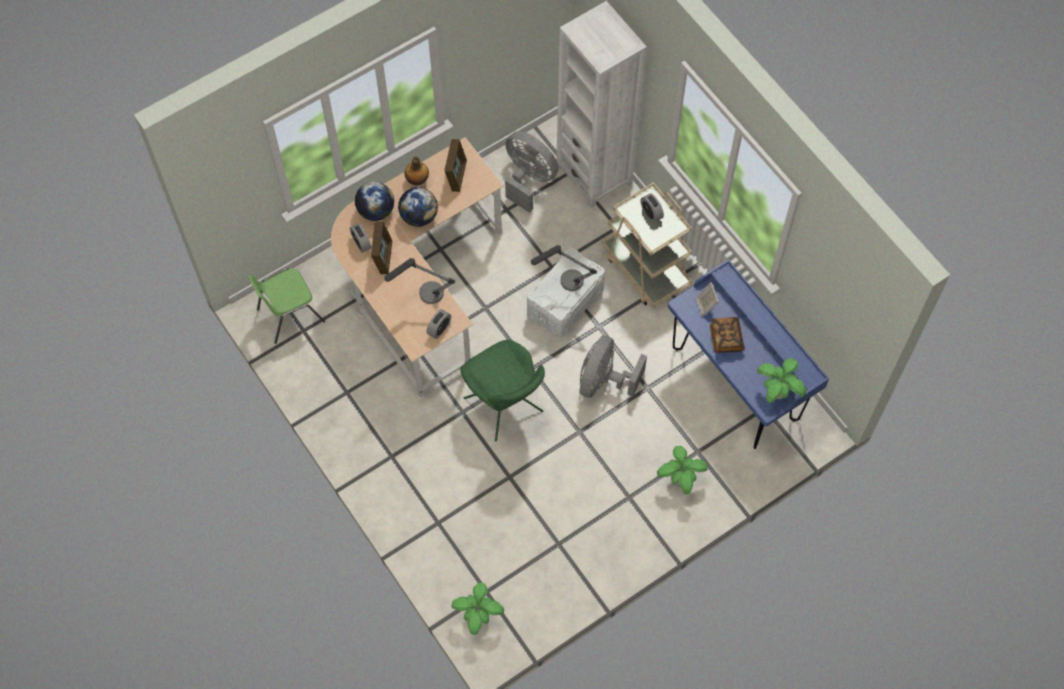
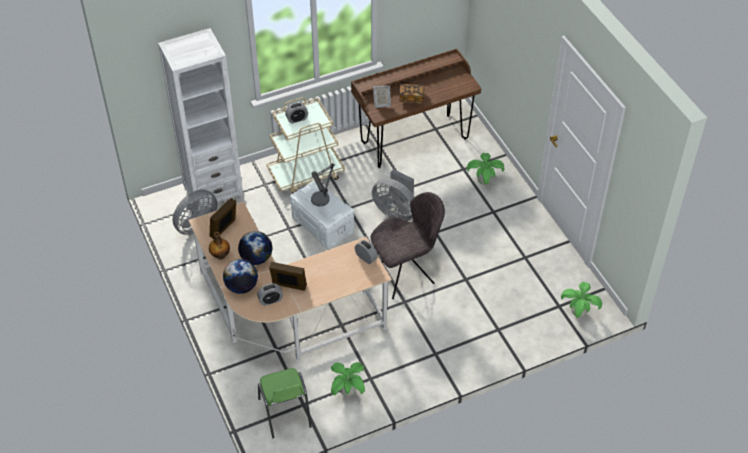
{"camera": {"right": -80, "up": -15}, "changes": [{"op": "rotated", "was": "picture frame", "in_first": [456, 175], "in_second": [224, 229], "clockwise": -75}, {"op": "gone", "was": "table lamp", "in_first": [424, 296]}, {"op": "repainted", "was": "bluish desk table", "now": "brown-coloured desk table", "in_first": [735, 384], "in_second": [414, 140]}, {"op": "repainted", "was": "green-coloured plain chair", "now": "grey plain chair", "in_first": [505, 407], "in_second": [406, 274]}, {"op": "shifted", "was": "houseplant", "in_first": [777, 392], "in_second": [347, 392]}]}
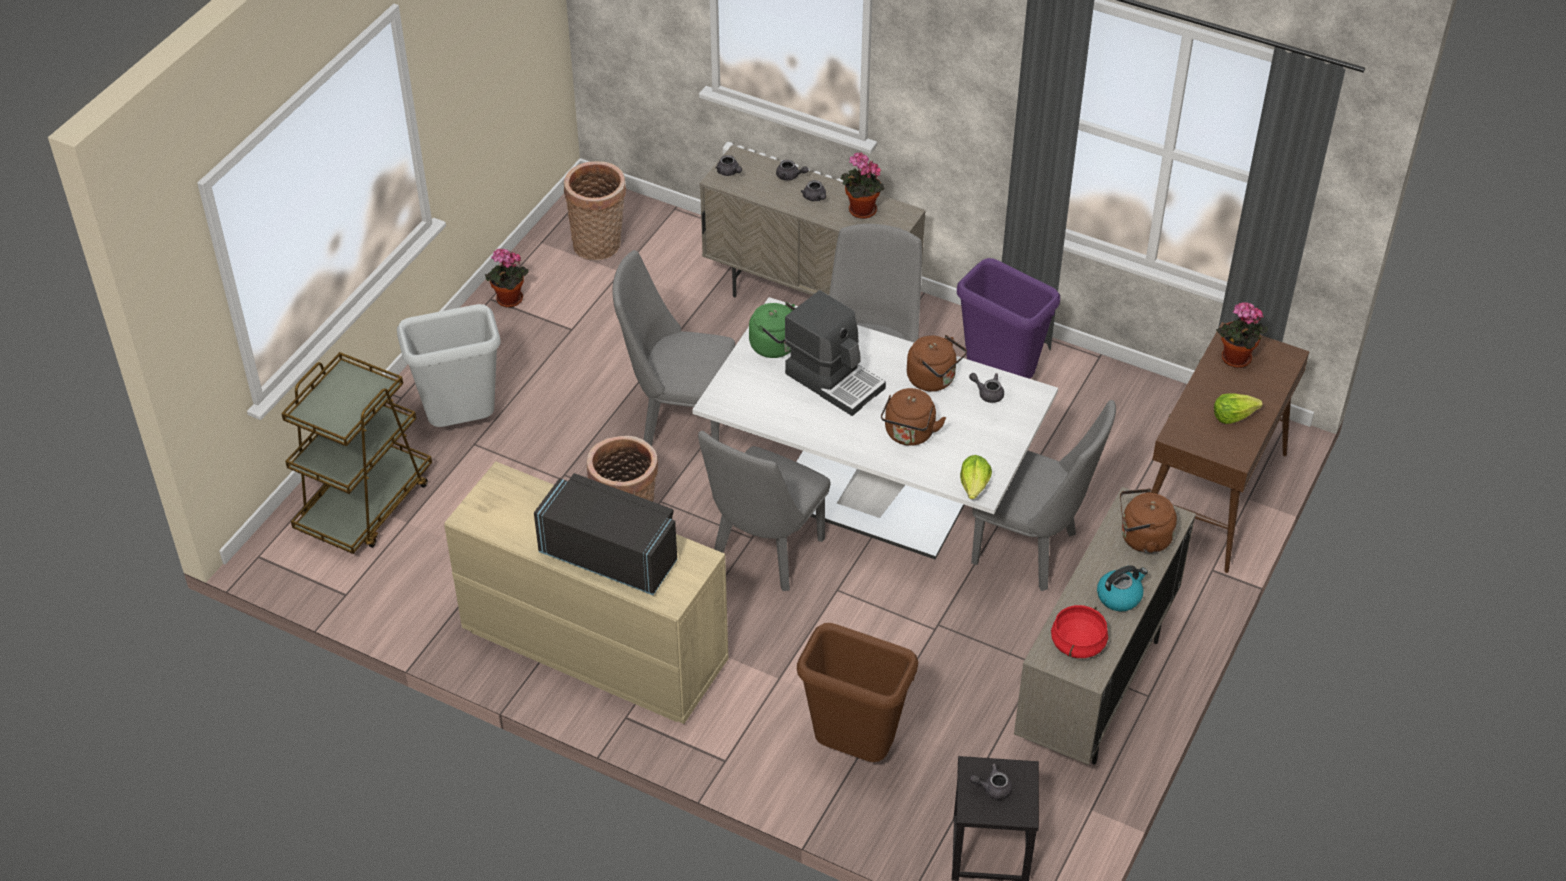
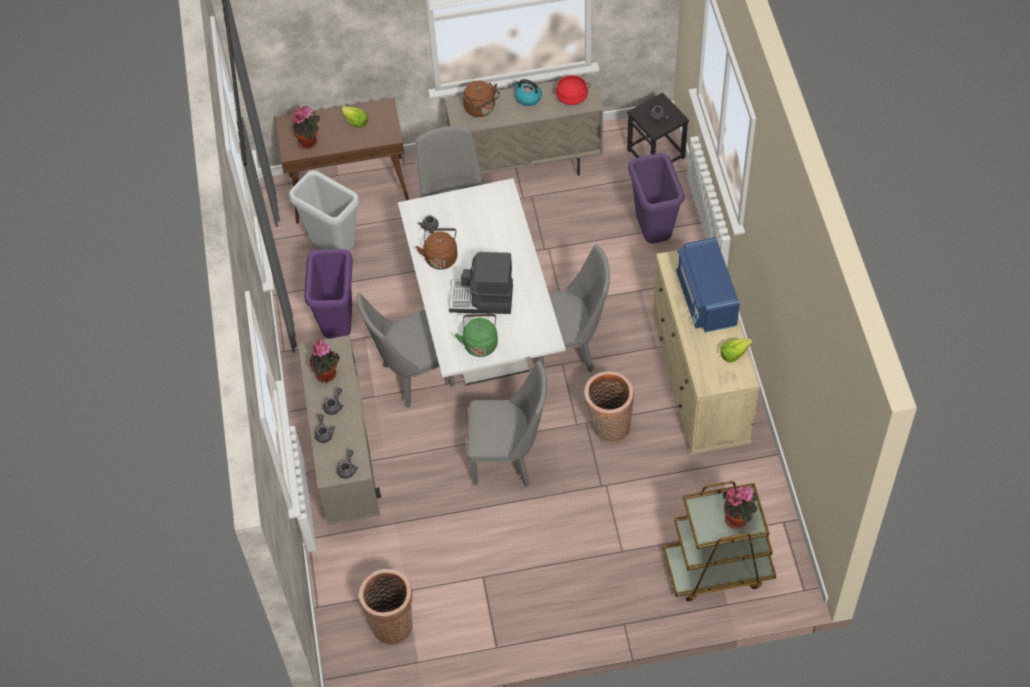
{"camera": {"right": -125, "up": 10}, "changes": [{"op": "shifted", "was": "houseplant", "in_first": [508, 301], "in_second": [738, 518]}, {"op": "rotated", "was": "grey plain chair", "in_first": [678, 422], "in_second": [509, 459], "clockwise": -60}, {"op": "rotated", "was": "coffee machine", "in_first": [834, 380], "in_second": [482, 299], "clockwise": -90}, {"op": "shifted", "was": "grey rubbish bin", "in_first": [462, 423], "in_second": [333, 249]}, {"op": "gone", "was": "brown-coloured kettle", "in_first": [909, 434]}, {"op": "shifted", "was": "lettuce head", "in_first": [974, 486], "in_second": [734, 353]}, {"op": "repainted", "was": "black microwave", "now": "bluish microwave", "in_first": [610, 556], "in_second": [706, 298]}, {"op": "repainted", "was": "brown-coloured rubbish bin", "now": "purple-coloured rubbish bin", "in_first": [855, 750], "in_second": [652, 233]}]}
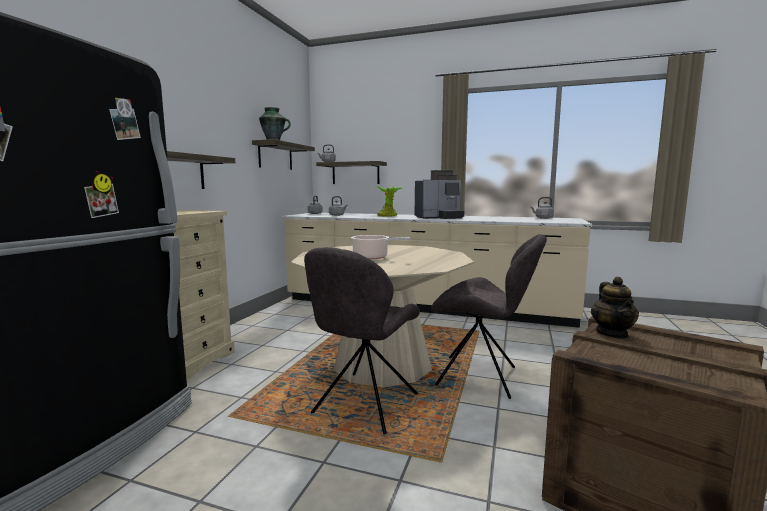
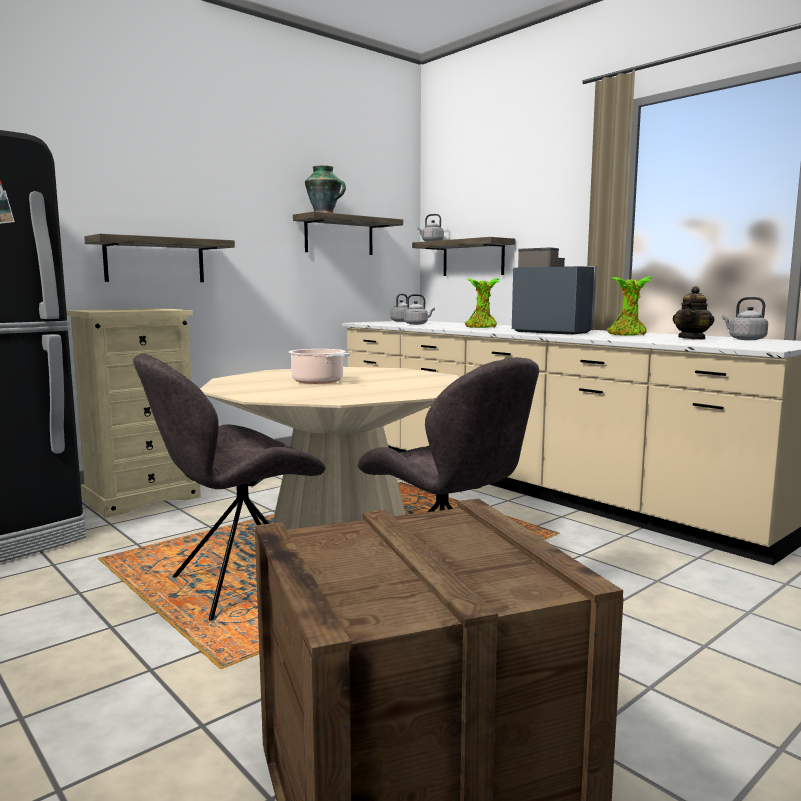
{"camera": {"right": 30, "up": 0}, "changes": [{"op": "rotated", "was": "coffee machine", "in_first": [439, 217], "in_second": [551, 332], "clockwise": -150}, {"op": "shifted", "was": "tea pot", "in_first": [612, 333], "in_second": [692, 338]}, {"op": "new", "now": "houseplant", "in_second": [628, 335]}]}
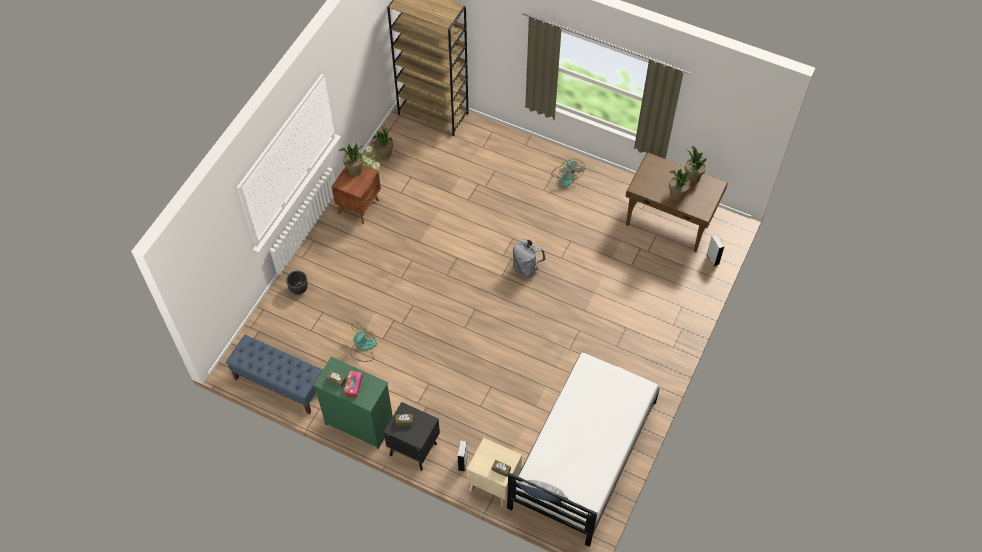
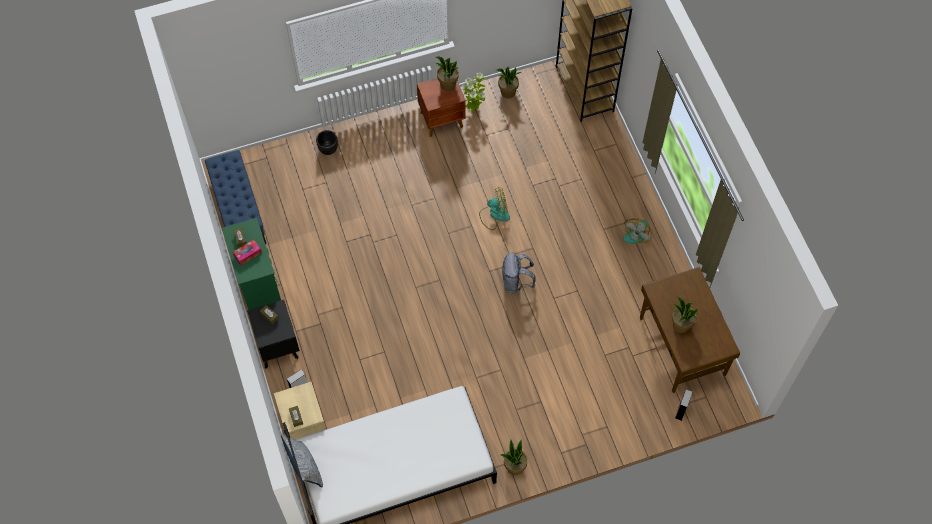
{"camera": {"right": 45, "up": 5}, "changes": [{"op": "shifted", "was": "houseplant", "in_first": [692, 178], "in_second": [514, 467]}, {"op": "shifted", "was": "electric fan", "in_first": [363, 347], "in_second": [494, 214]}]}
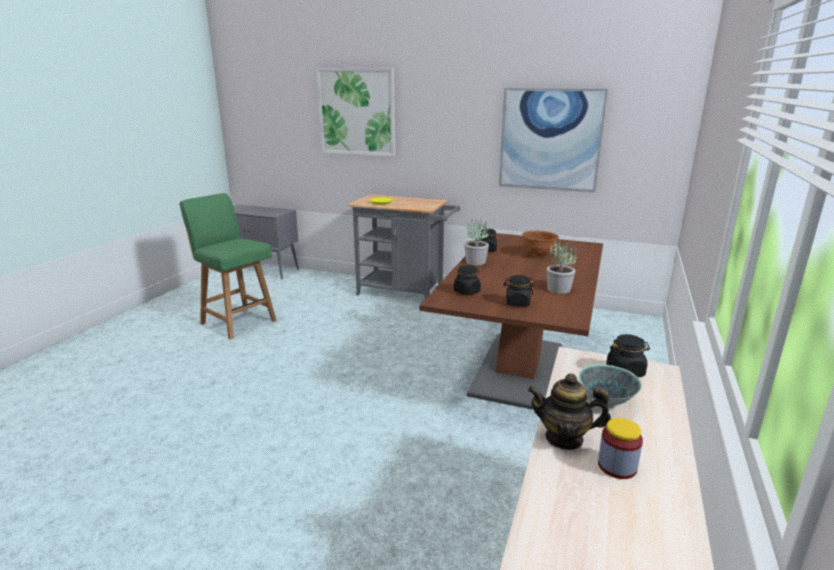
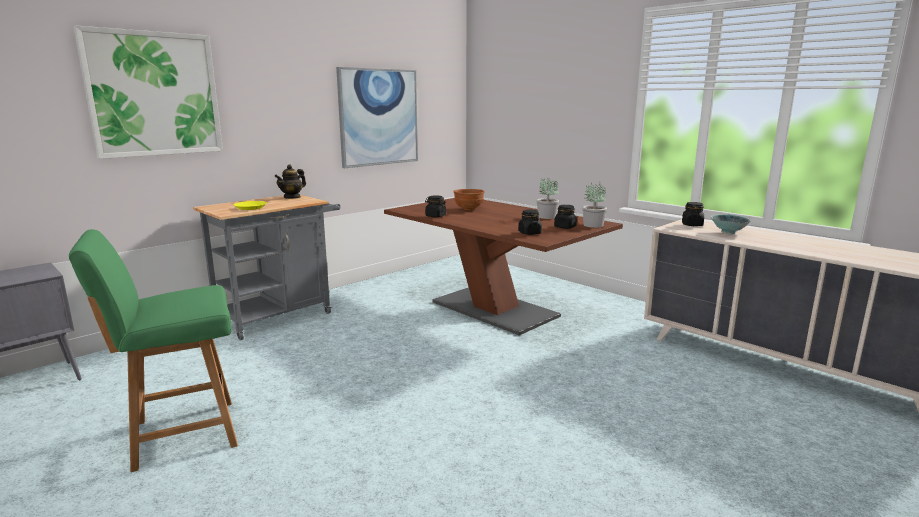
{"camera": {"right": -65, "up": -5}, "changes": [{"op": "shifted", "was": "houseplant", "in_first": [476, 261], "in_second": [593, 225]}, {"op": "shifted", "was": "tea pot", "in_first": [564, 438], "in_second": [292, 197]}, {"op": "gone", "was": "jar", "in_first": [617, 466]}]}
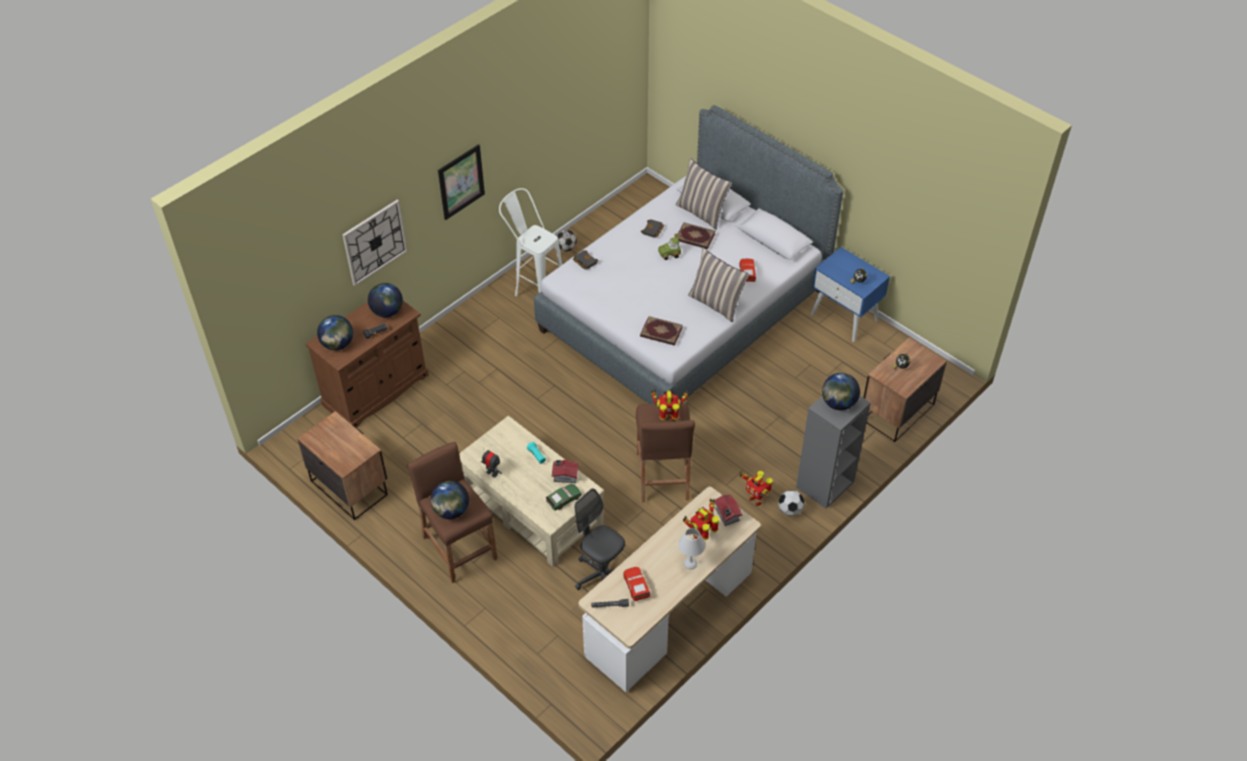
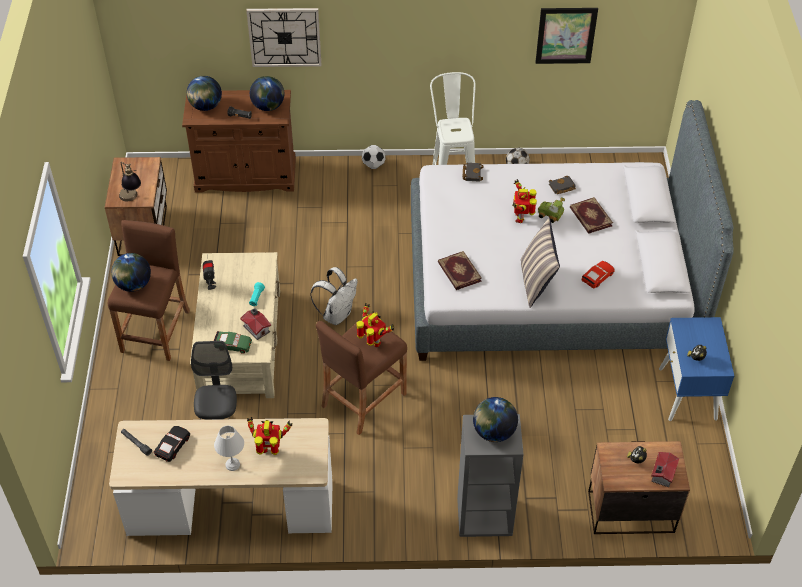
{"camera": {"right": 45, "up": 0}, "changes": [{"op": "shifted", "was": "wall picture", "in_first": [461, 182], "in_second": [566, 35]}, {"op": "gone", "was": "pillow", "in_first": [702, 213]}, {"op": "shifted", "was": "robot figure", "in_first": [756, 499], "in_second": [520, 217]}, {"op": "shifted", "was": "football", "in_first": [790, 510], "in_second": [373, 165]}, {"op": "shifted", "was": "model house", "in_first": [726, 515], "in_second": [662, 474]}, {"op": "repainted", "was": "red toy car", "now": "black toy car", "in_first": [636, 586], "in_second": [172, 446]}, {"op": "new", "now": "table lamp", "in_second": [132, 199]}, {"op": "new", "now": "whitish rucksack", "in_second": [337, 314]}]}
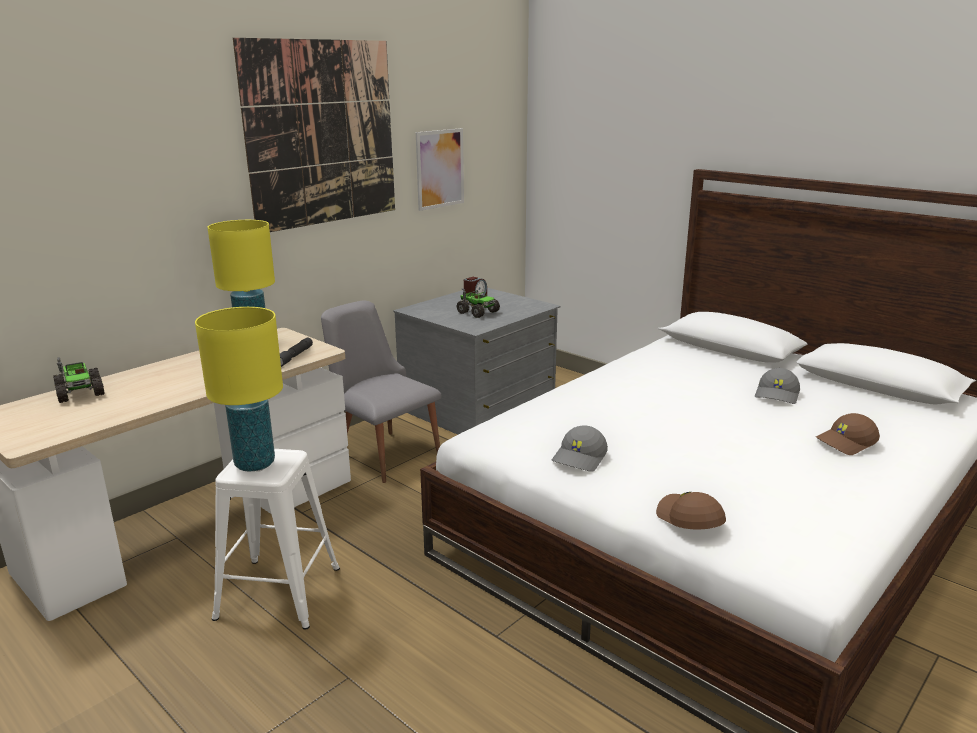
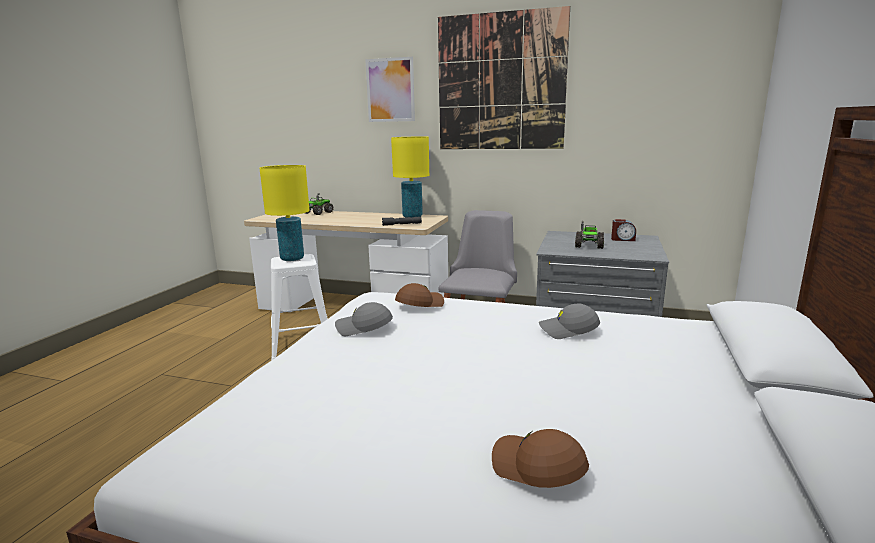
{"camera": {"right": 65, "up": -5}, "changes": [{"op": "shifted", "was": "wall picture", "in_first": [440, 169], "in_second": [390, 90]}, {"op": "shifted", "was": "grey cap", "in_first": [778, 395], "in_second": [568, 330]}, {"op": "shifted", "was": "brown-coloured cap", "in_first": [688, 520], "in_second": [419, 304]}]}
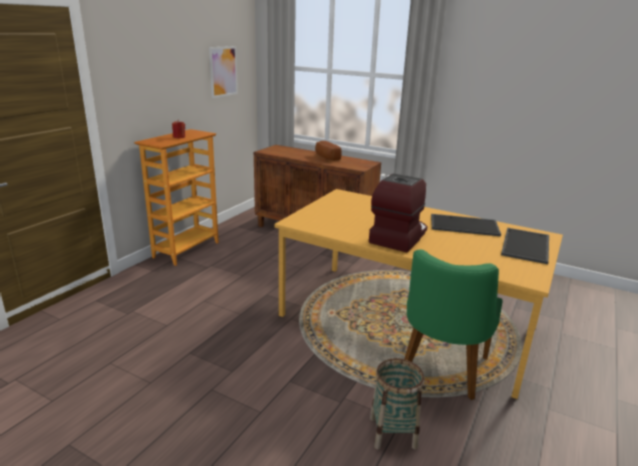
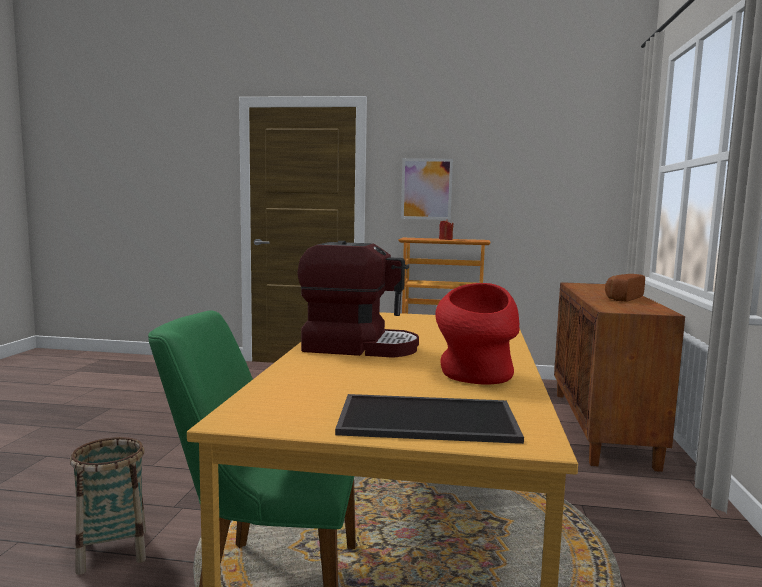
{"camera": {"right": 70, "up": -15}, "changes": [{"op": "shifted", "was": "wall picture", "in_first": [223, 71], "in_second": [426, 189]}, {"op": "swapped", "was": "tray", "now": "red vase", "in_first": [464, 225], "in_second": [476, 377]}]}
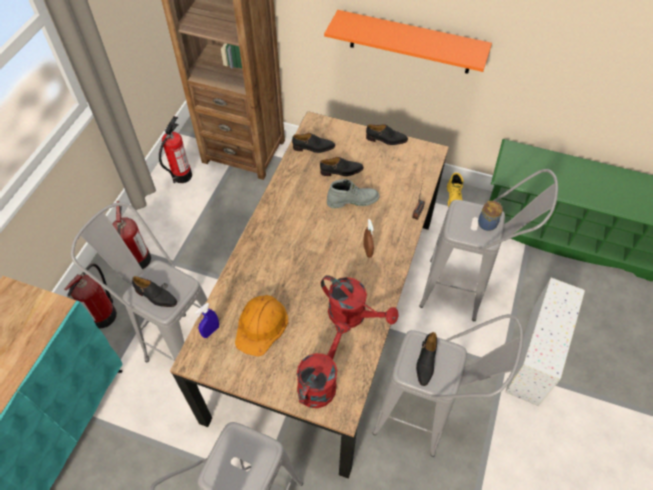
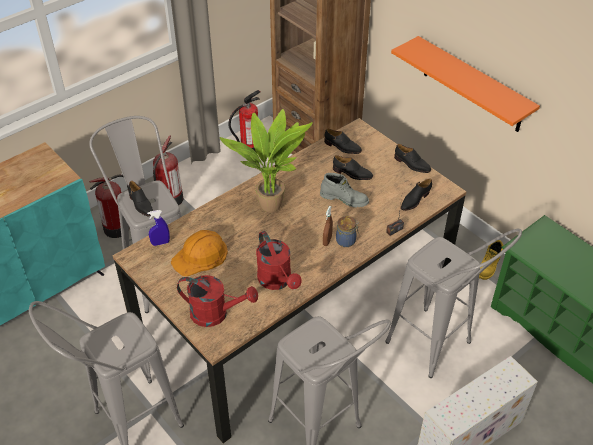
{"camera": {"right": 30, "up": -10}, "changes": [{"op": "shifted", "was": "jar", "in_first": [488, 223], "in_second": [346, 241]}, {"op": "rotated", "was": "red watering pot", "in_first": [320, 381], "in_second": [216, 314], "clockwise": 45}, {"op": "shifted", "was": "black item of footwear", "in_first": [425, 362], "in_second": [415, 200]}, {"op": "new", "now": "houseplant", "in_second": [272, 204]}]}
